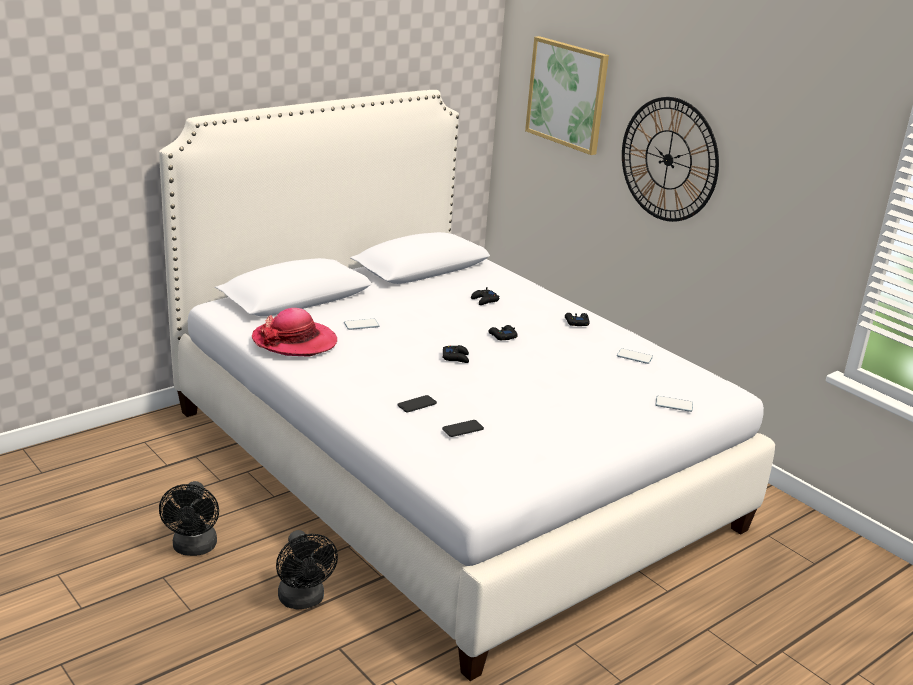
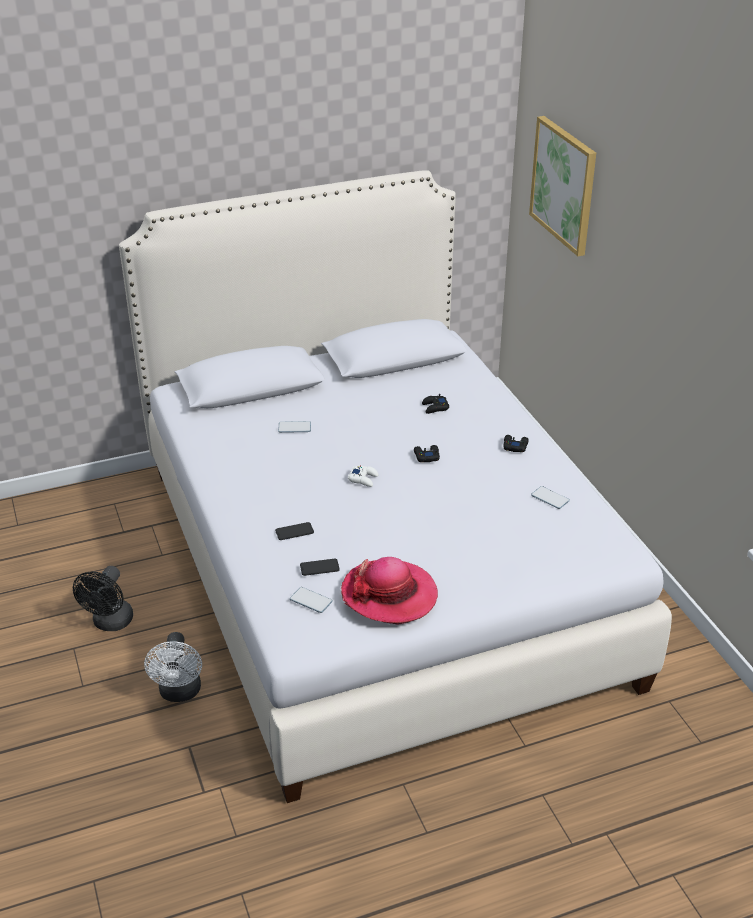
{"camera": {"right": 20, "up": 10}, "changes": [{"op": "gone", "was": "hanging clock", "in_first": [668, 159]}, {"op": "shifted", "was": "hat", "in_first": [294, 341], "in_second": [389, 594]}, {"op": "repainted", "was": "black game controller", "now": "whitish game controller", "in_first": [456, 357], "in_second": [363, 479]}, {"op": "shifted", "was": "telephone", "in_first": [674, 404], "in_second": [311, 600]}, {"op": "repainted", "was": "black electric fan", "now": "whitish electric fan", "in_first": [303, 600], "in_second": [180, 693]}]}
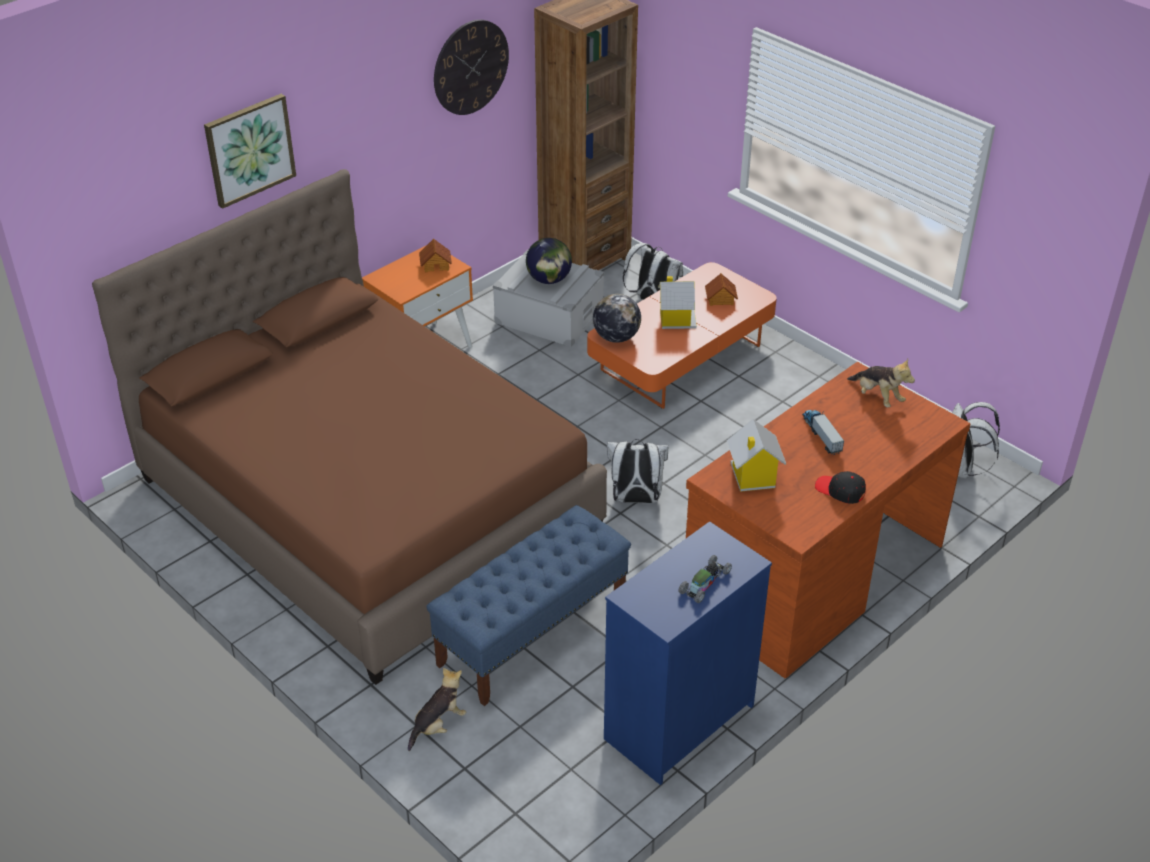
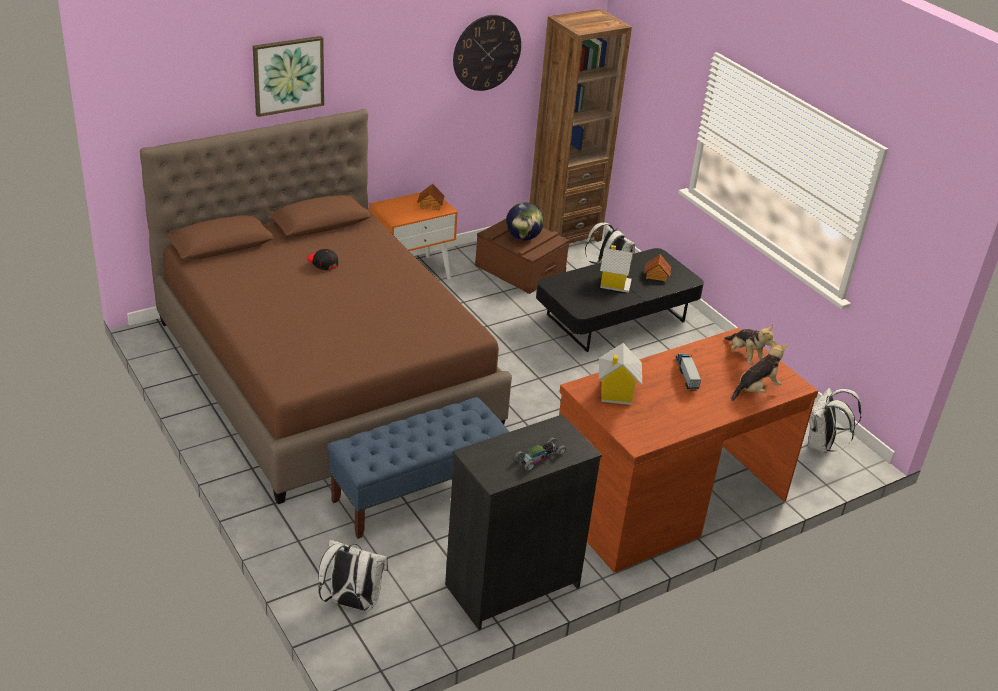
{"camera": {"right": 10, "up": -5}, "changes": [{"op": "repainted", "was": "grey storage bin", "now": "brown-coloured storage bin", "in_first": [549, 316], "in_second": [520, 269]}, {"op": "repainted", "was": "orange-coloured lounge table", "now": "black lounge table", "in_first": [681, 358], "in_second": [615, 318]}, {"op": "gone", "was": "globe", "in_first": [616, 337]}, {"op": "shifted", "was": "whitish rucksack", "in_first": [635, 499], "in_second": [352, 603]}, {"op": "shifted", "was": "black cap", "in_first": [840, 491], "in_second": [322, 263]}, {"op": "repainted", "was": "bluish drawer chest", "now": "black drawer chest", "in_first": [678, 722], "in_second": [512, 585]}, {"op": "shifted", "was": "plush toy", "in_first": [438, 725], "in_second": [756, 390]}]}
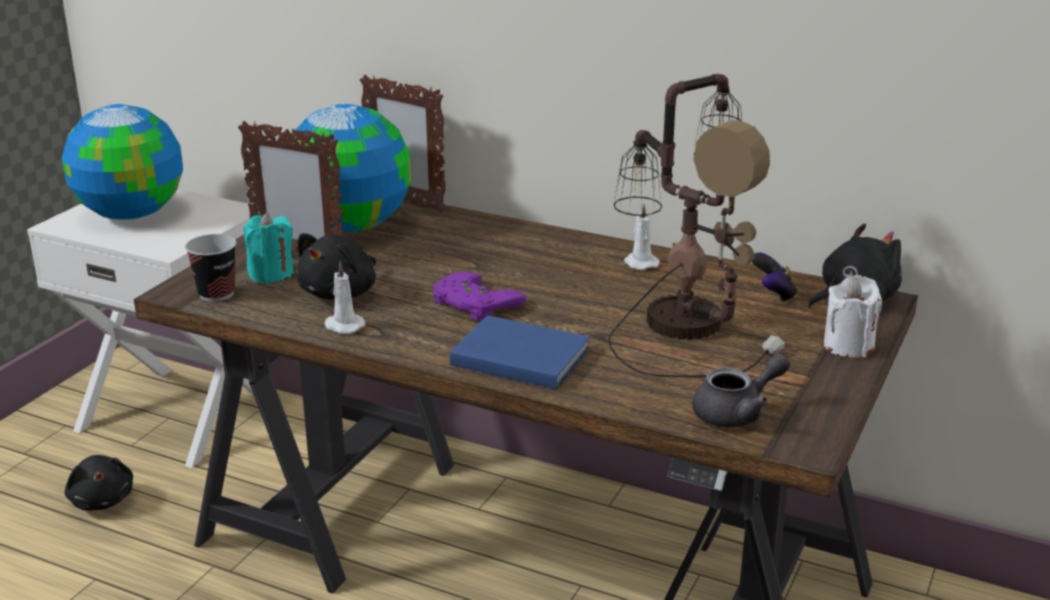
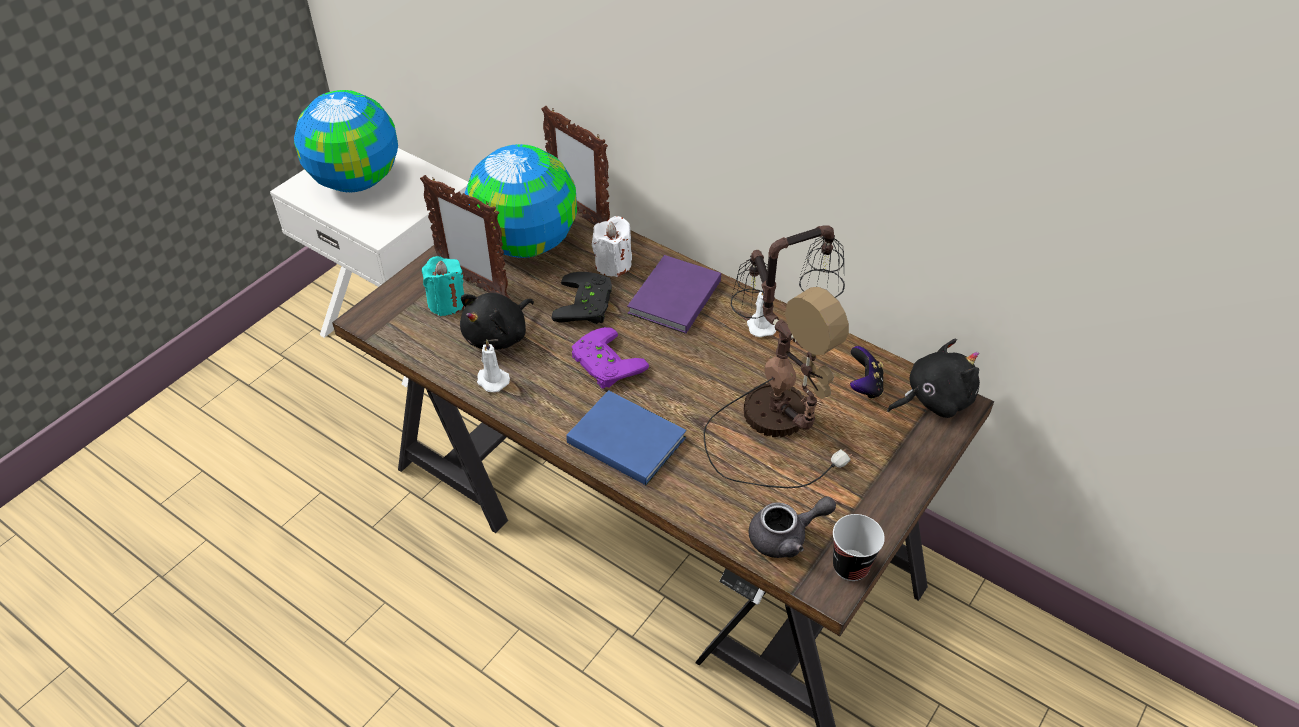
{"camera": {"right": 10, "up": 20}, "changes": [{"op": "shifted", "was": "small cup", "in_first": [216, 294], "in_second": [850, 566]}, {"op": "shifted", "was": "whitish wax light", "in_first": [848, 346], "in_second": [613, 264]}, {"op": "gone", "was": "black plush toy", "in_first": [102, 500]}, {"op": "new", "now": "purple-coloured bound book", "in_second": [672, 298]}, {"op": "new", "now": "black game controller", "in_second": [588, 304]}]}
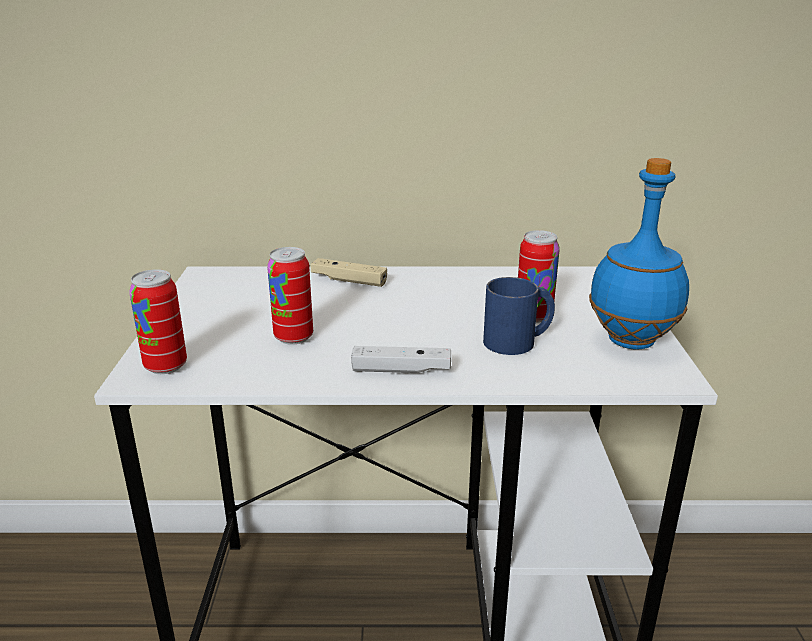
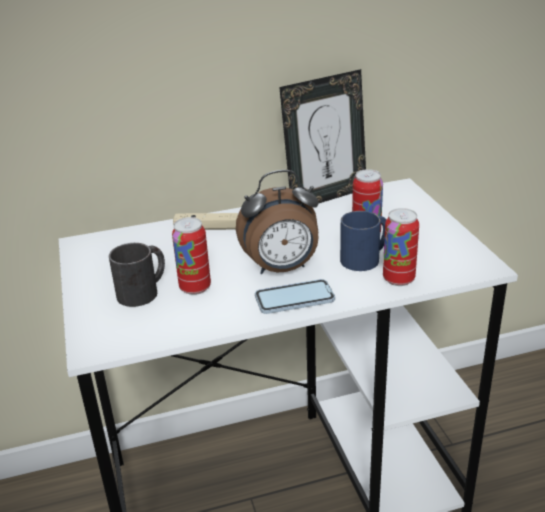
{"camera": {"right": -15, "up": 5}, "changes": [{"op": "gone", "was": "bluish drink bottle", "in_first": [632, 341]}, {"op": "shifted", "was": "sealed can", "in_first": [165, 366], "in_second": [398, 279]}, {"op": "swapped", "was": "whitish game controller", "now": "telephone", "in_first": [401, 370], "in_second": [294, 299]}, {"op": "new", "now": "picture frame", "in_second": [326, 197]}, {"op": "new", "now": "alarm clock", "in_second": [281, 269]}, {"op": "new", "now": "black mug", "in_second": [144, 291]}]}
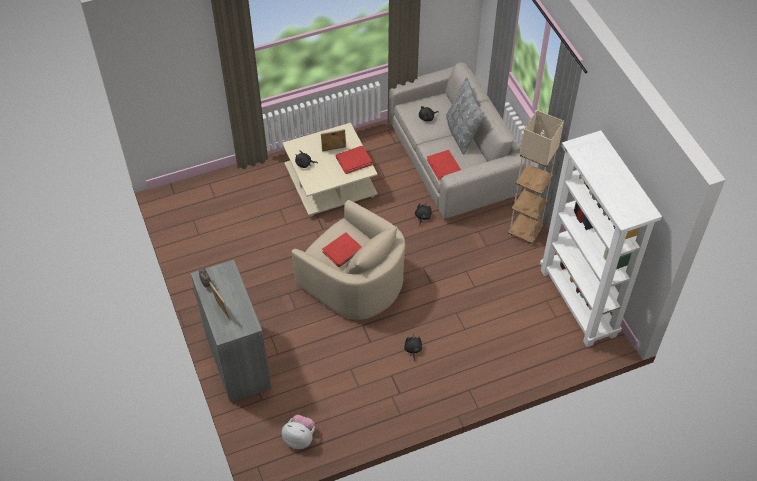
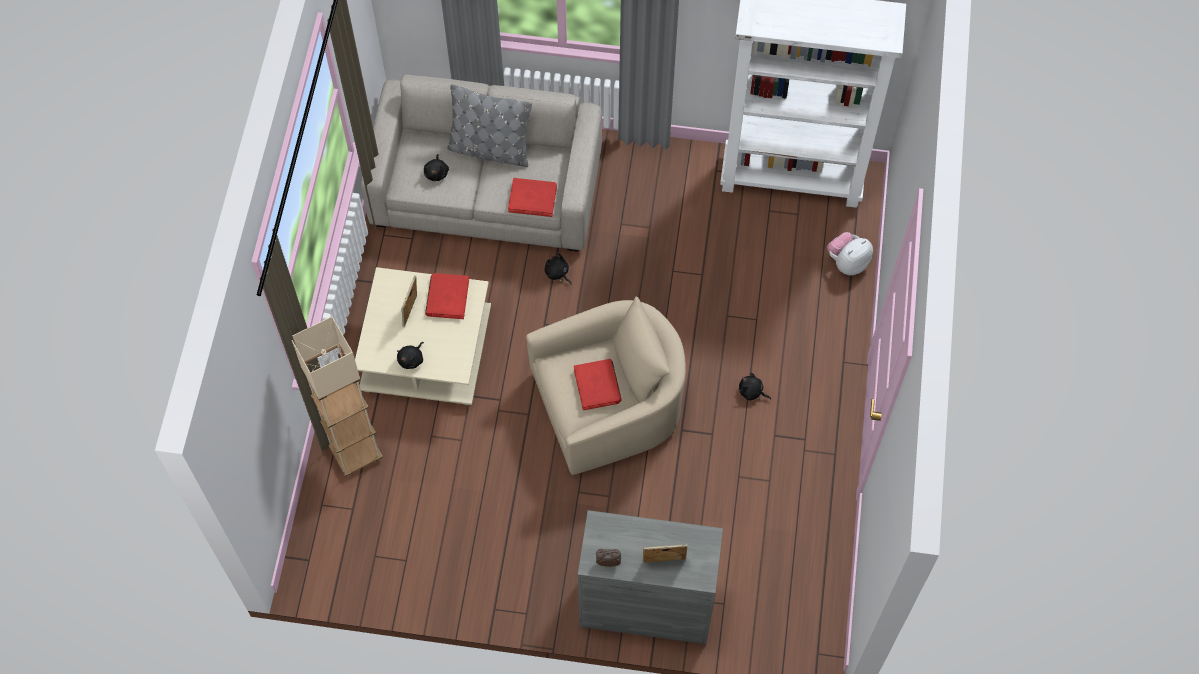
{"camera": {"right": -60, "up": 10}, "changes": [{"op": "shifted", "was": "beige standard lamp", "in_first": [525, 231], "in_second": [355, 452]}, {"op": "shifted", "was": "plush toy", "in_first": [300, 438], "in_second": [847, 262]}]}
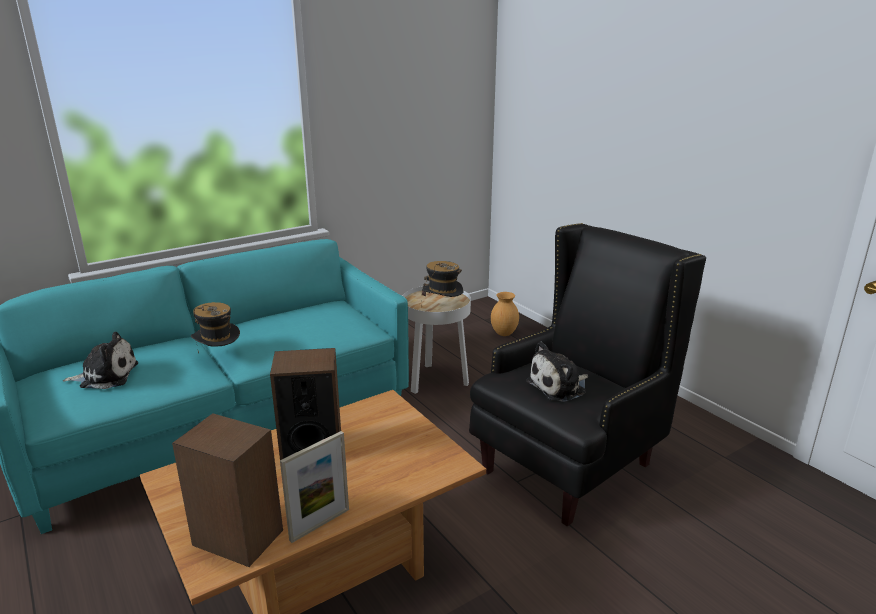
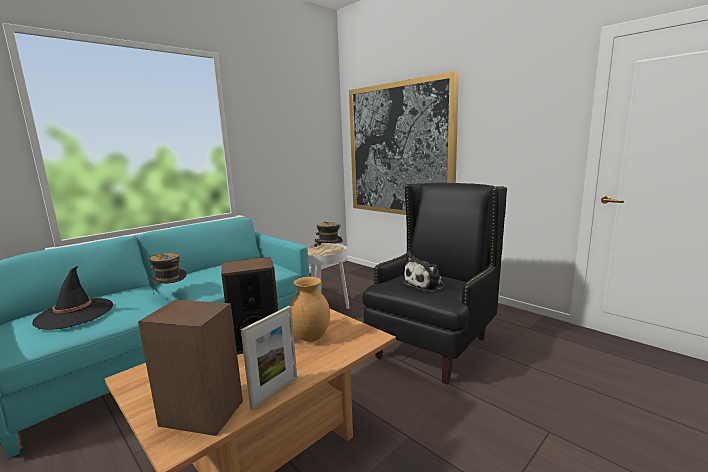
{"camera": {"right": -10, "up": -10}, "changes": [{"op": "shifted", "was": "brown-coloured vase", "in_first": [504, 333], "in_second": [311, 337]}, {"op": "swapped", "was": "plush toy", "now": "black hat", "in_first": [106, 376], "in_second": [74, 314]}, {"op": "new", "now": "wall picture", "in_second": [400, 150]}]}
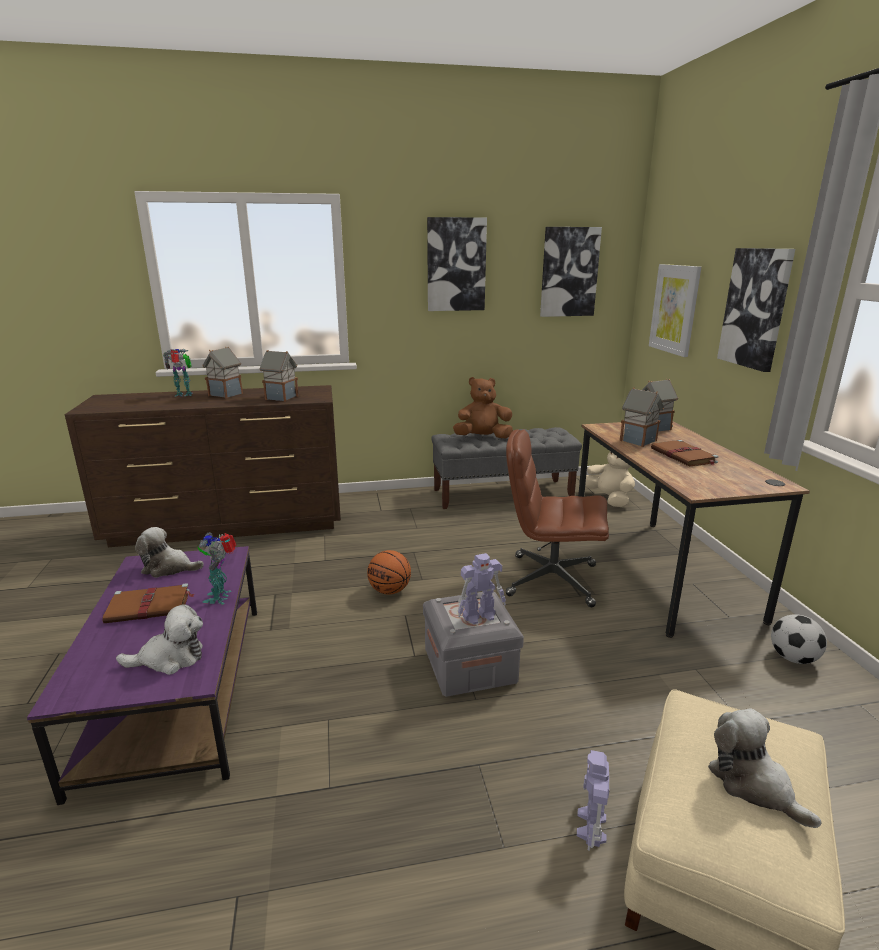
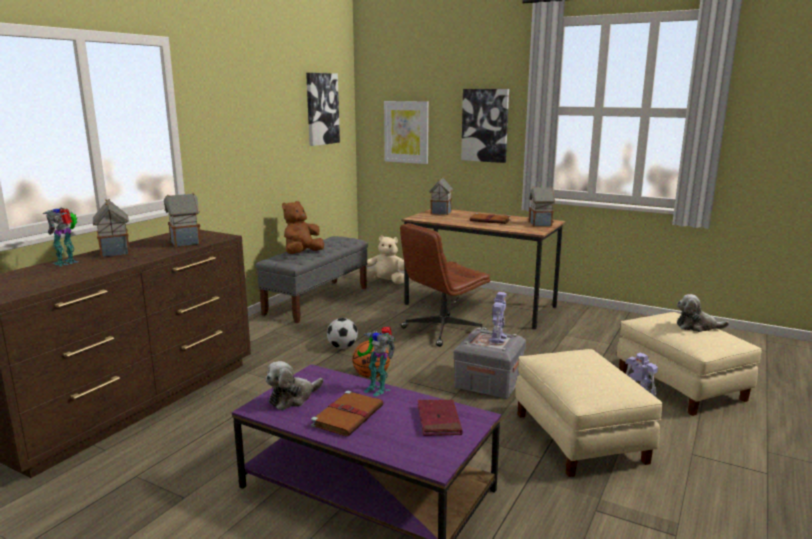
{"camera": {"right": -50, "up": -5}, "changes": [{"op": "gone", "was": "wall picture", "in_first": [456, 265]}, {"op": "shifted", "was": "model house", "in_first": [639, 441], "in_second": [540, 224]}, {"op": "swapped", "was": "plush toy", "now": "red bound book", "in_first": [170, 658], "in_second": [438, 420]}, {"op": "shifted", "was": "football", "in_first": [793, 658], "in_second": [342, 347]}, {"op": "new", "now": "beige pouffe", "in_second": [580, 437]}]}
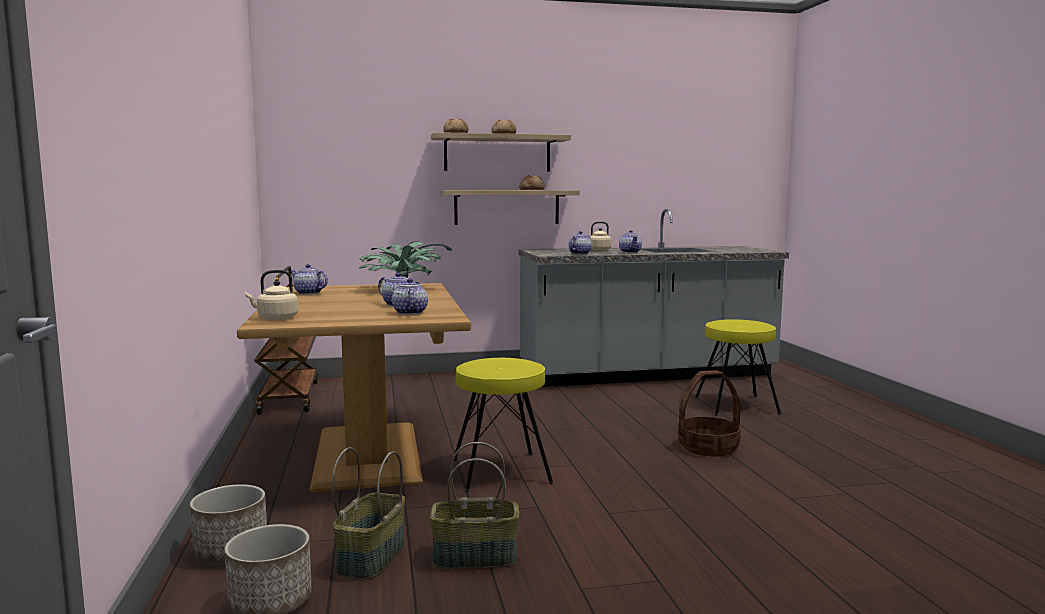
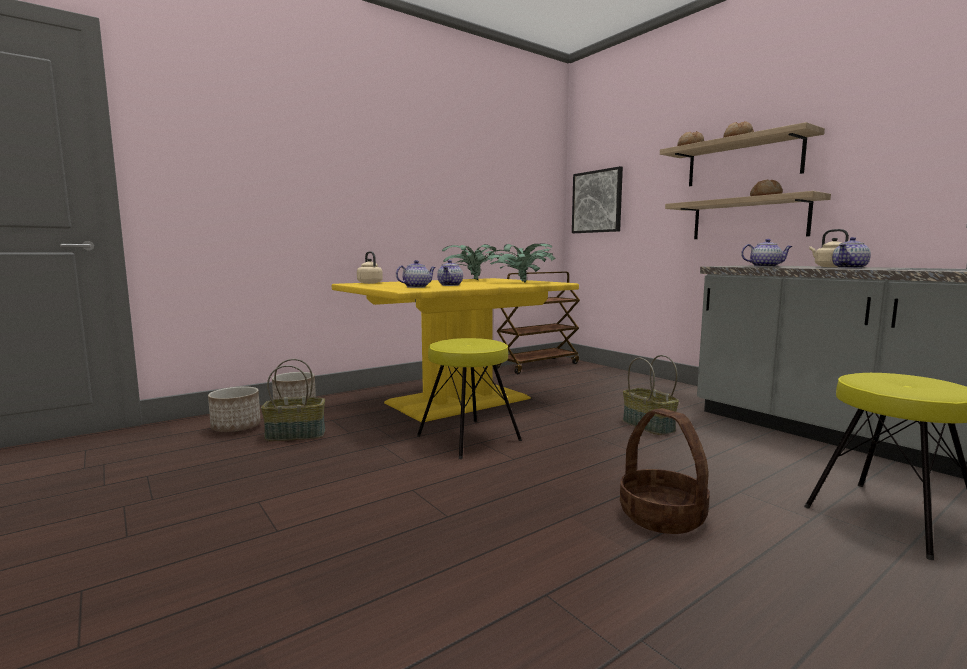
{"camera": {"right": 65, "up": 0}, "changes": [{"op": "swapped", "was": "tea pot", "now": "houseplant", "in_first": [308, 293], "in_second": [473, 280]}, {"op": "repainted", "was": "brown-coloured kitchen table", "now": "yellow-coloured kitchen table", "in_first": [365, 455], "in_second": [457, 400]}, {"op": "shifted", "was": "basket", "in_first": [474, 558], "in_second": [647, 426]}, {"op": "new", "now": "wall picture", "in_second": [597, 201]}]}
